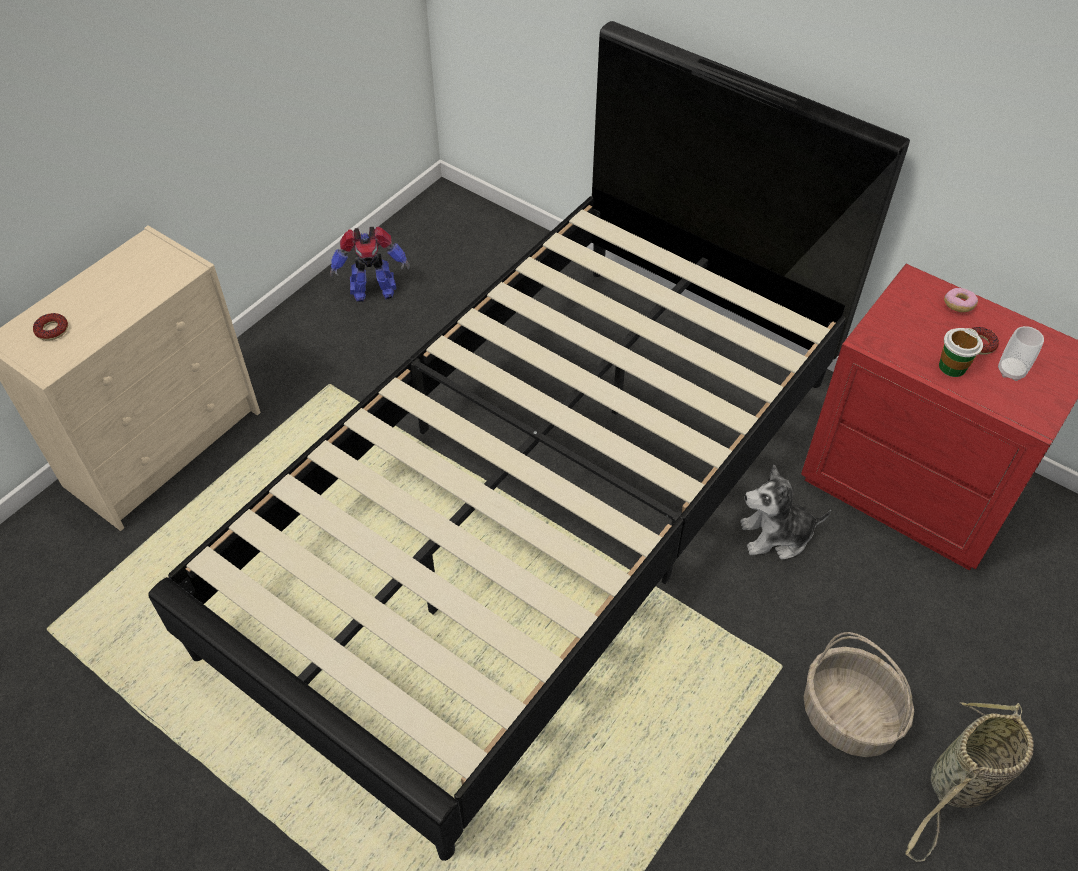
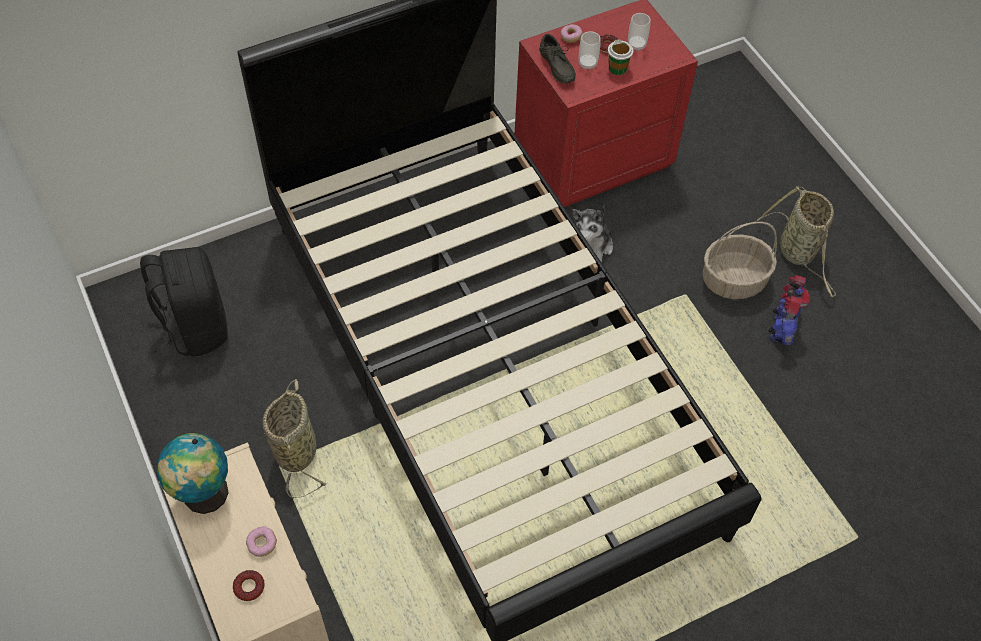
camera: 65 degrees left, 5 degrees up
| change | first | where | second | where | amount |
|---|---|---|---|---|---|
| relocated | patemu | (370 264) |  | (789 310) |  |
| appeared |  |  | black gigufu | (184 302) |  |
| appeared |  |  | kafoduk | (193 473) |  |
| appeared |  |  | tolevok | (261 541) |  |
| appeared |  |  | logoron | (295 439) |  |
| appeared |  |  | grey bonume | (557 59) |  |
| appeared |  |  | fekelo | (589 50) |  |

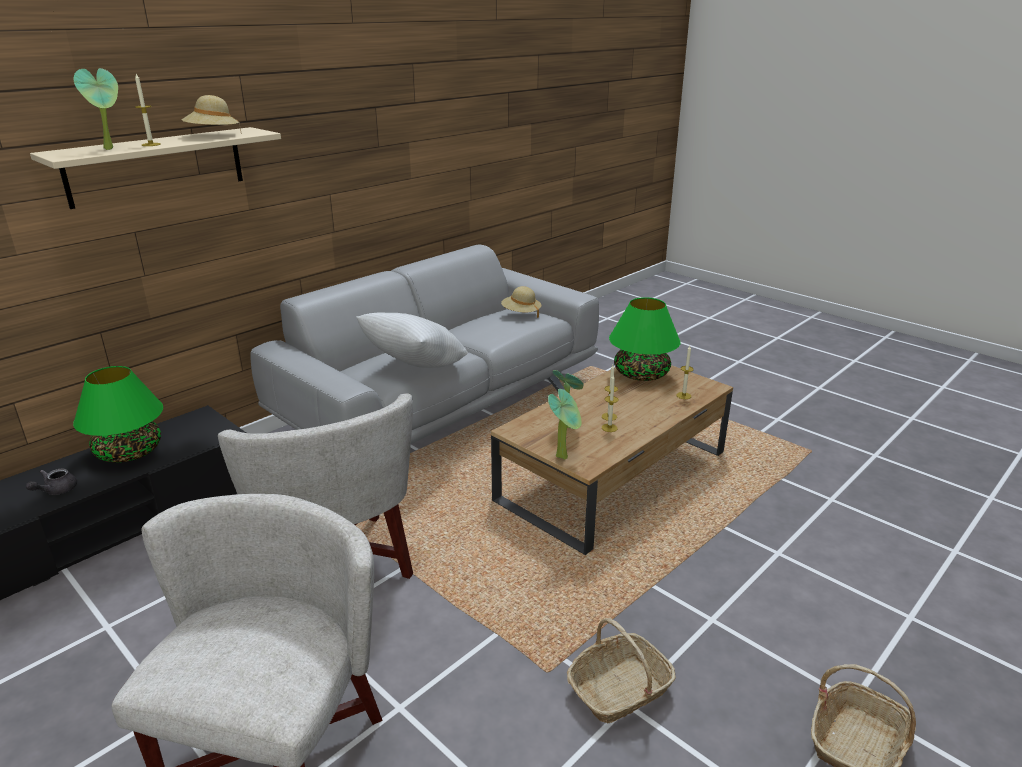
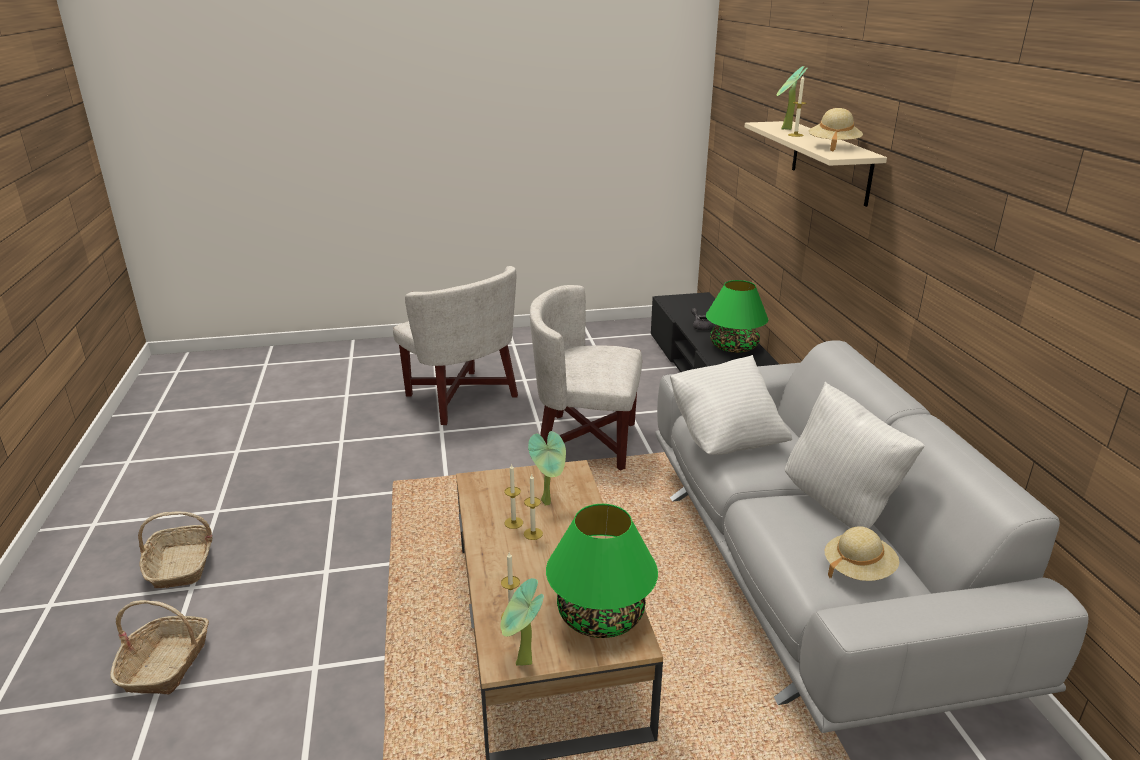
camera: 125 degrees right, 0 degrees up
| change | first | where | second | where | amount |
|---|---|---|---|---|---|
| relocated | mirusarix | (565 424) |  | (522 622) |  |
| relocated | logoron | (621 670) |  | (159 647) |  |
| appeared |  |  | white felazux | (855 455) |  |

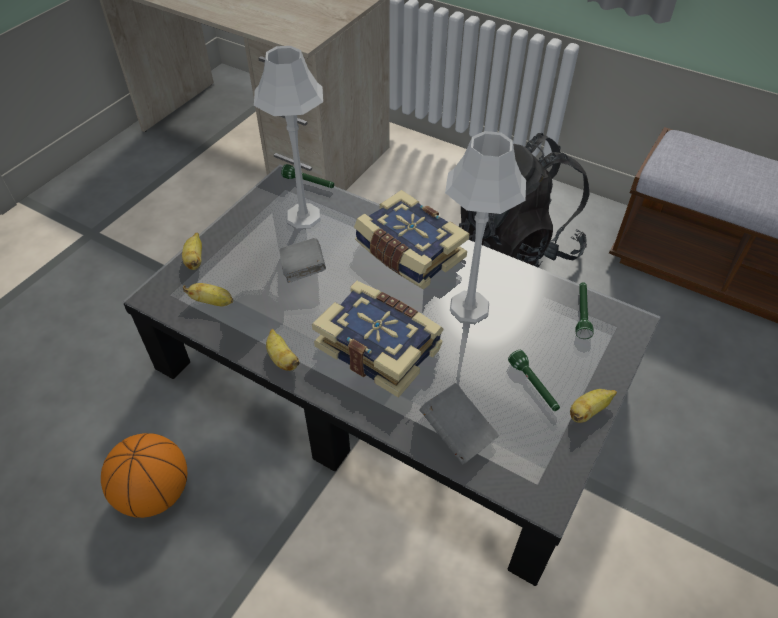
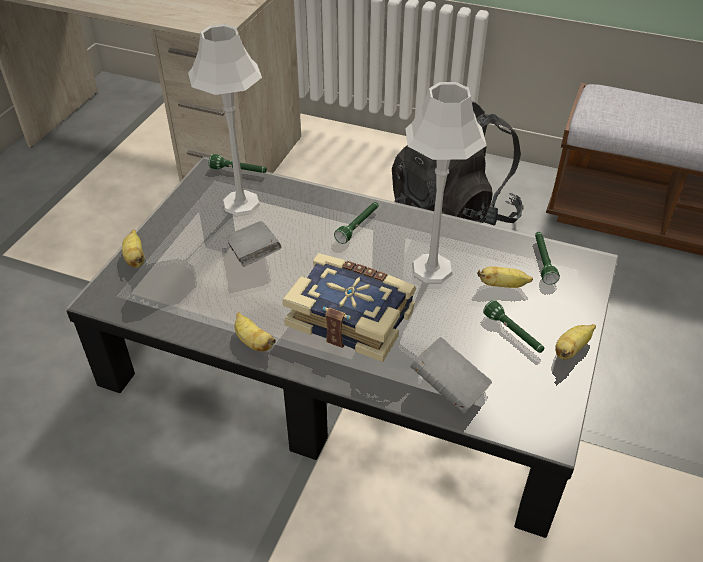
camera: 10 degrees left, 5 degrees down
| change | first | where | second | where | amount |
|---|---|---|---|---|---|
| missing | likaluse | (144 475) |  |  |  |
| relocated | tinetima | (208 294) |  | (505 277) |  |
| exchanged | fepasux | (411 240) | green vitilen | (356 223) |  |

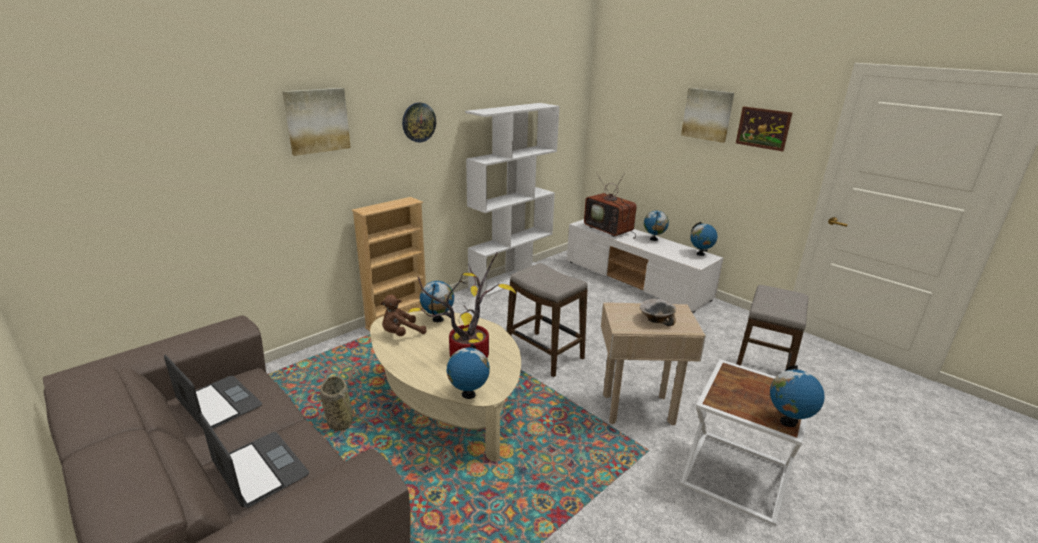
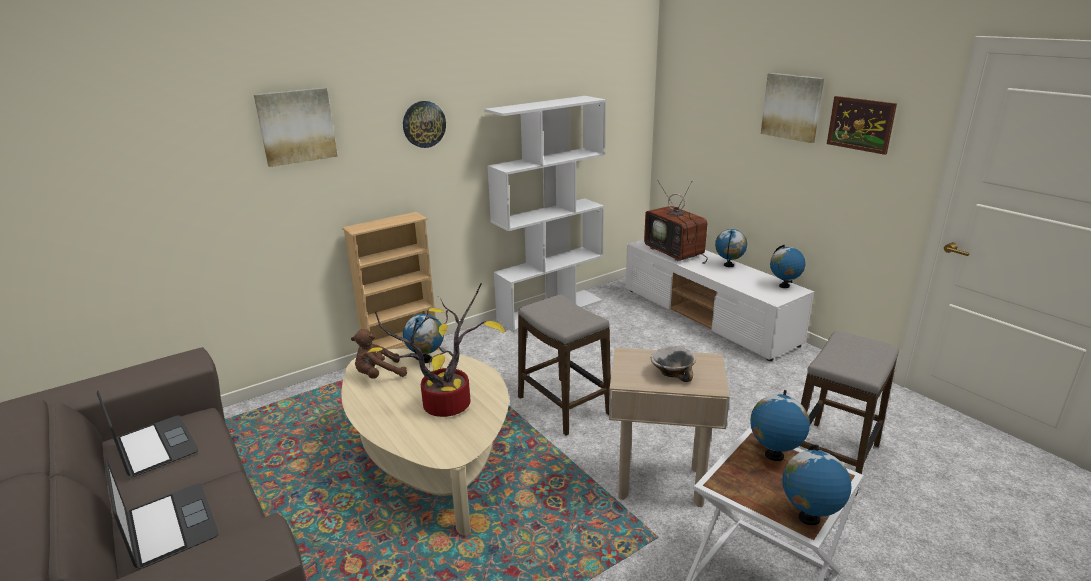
camera: 10 degrees right, 0 degrees up
| change | first | where | second | where | amount |
|---|---|---|---|---|---|
| missing | logoron | (344 408) |  |  |  |
| relocated | kafoduk | (468 371) |  | (780 425) |  |

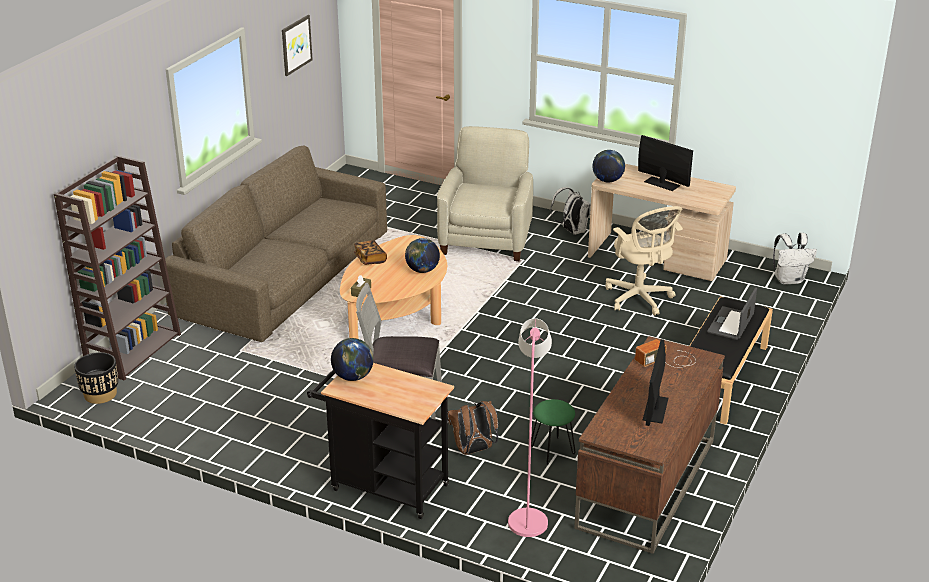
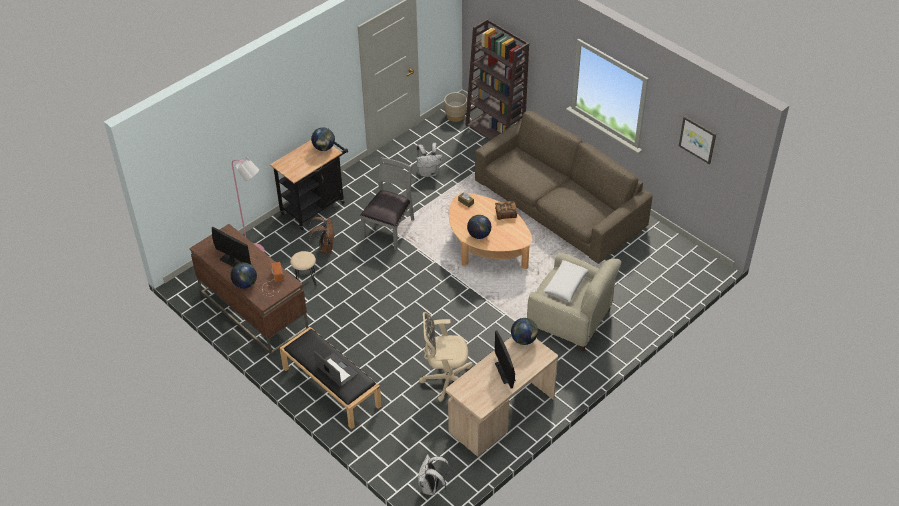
camera: 110 degrees right, 15 degrees up
| change | first | where | second | where | amount |
|---|---|---|---|---|---|
| colour | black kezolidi | (96 378) | beige kezolidi | (455 107) |  |
| colour | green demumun | (553 432) | beige demumun | (303 269) |  |
| relocated | white gigufu | (571 211) |  | (429 160) |  |
| spun | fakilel | (665 163) |  | (505 359) | 105 degrees clockwise |
| appeared |  |  | kafoduk | (244 276) |  |
| appeared |  |  | white felazux | (566 281) |  |

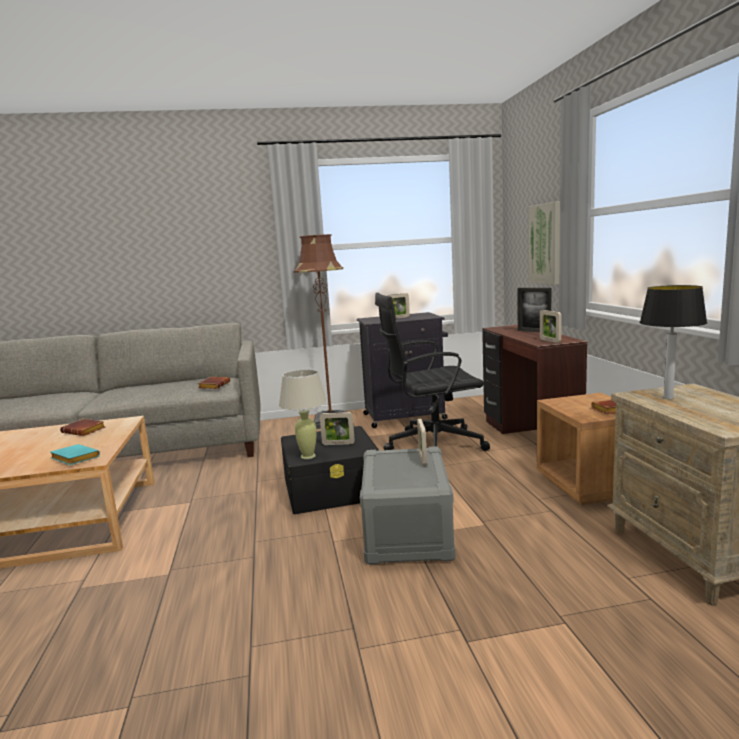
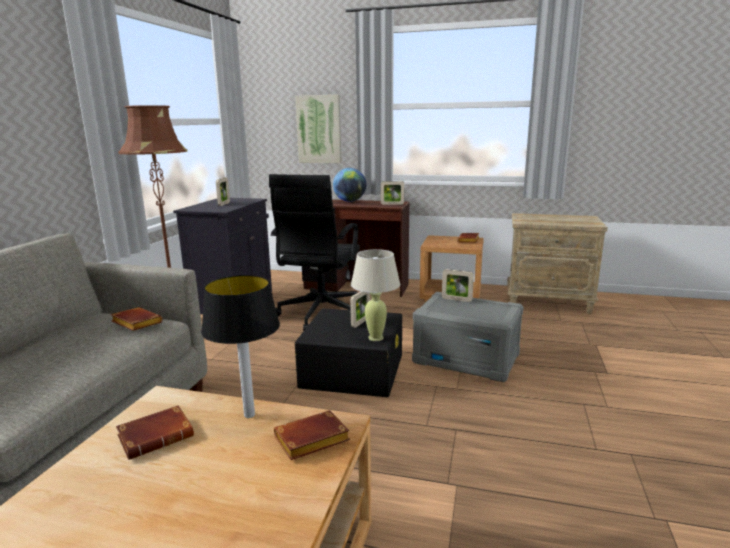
camera: 65 degrees left, 5 degrees up
| change | first | where | second | where | amount |
|---|---|---|---|---|---|
| colour | turquoise fepasux | (75 454) | brown fepasux | (312 435) |  |
| exchanged | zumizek | (534 310) | kafoduk | (349 185) |  |
| relocated | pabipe | (673 342) |  | (240 346) |  |

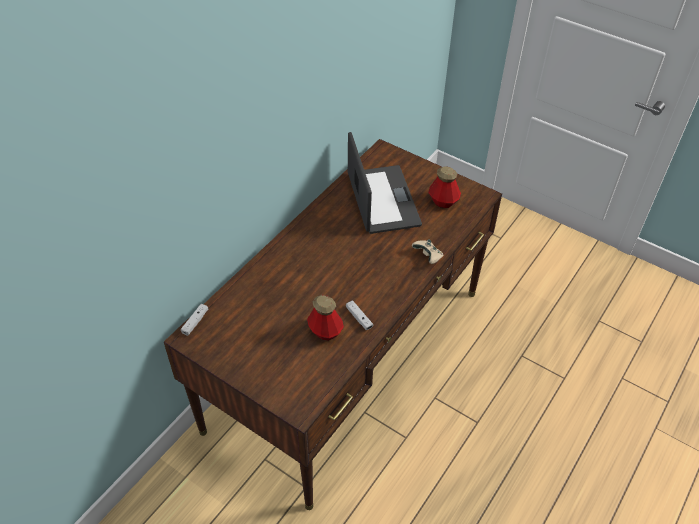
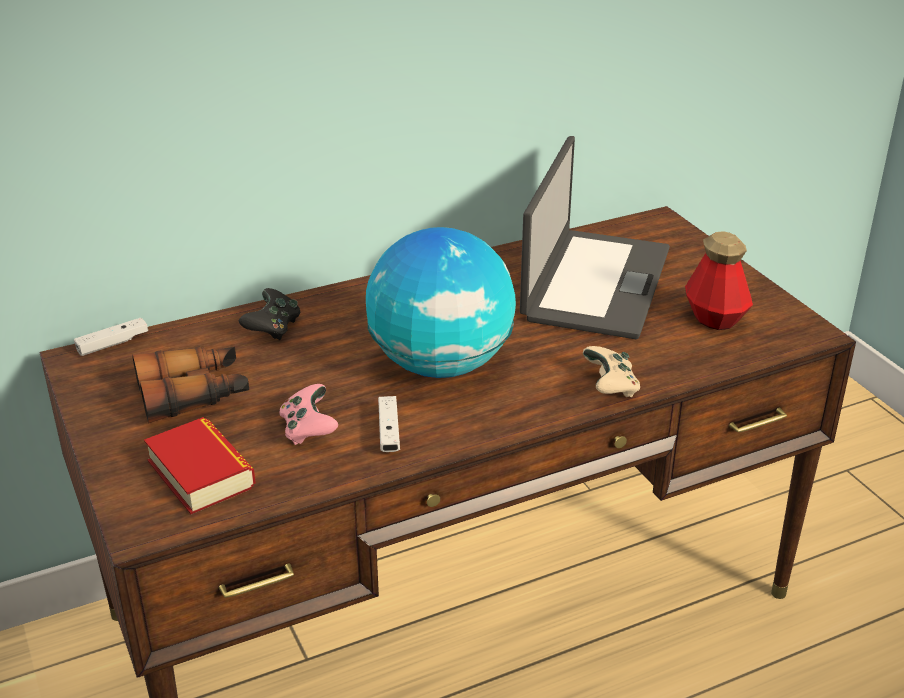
camera: 30 degrees right, 15 degrees down
| change | first | where | second | where | amount |
|---|---|---|---|---|---|
| exchanged | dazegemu | (325 318) | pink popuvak | (308 414) |  |
| appeared |  |  | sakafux | (190 385) |  |
| appeared |  |  | fepasux | (199 465) |  |
| appeared |  |  | black popuvak | (269 314) |  |
| appeared |  |  | kafoduk | (441 302) |  |

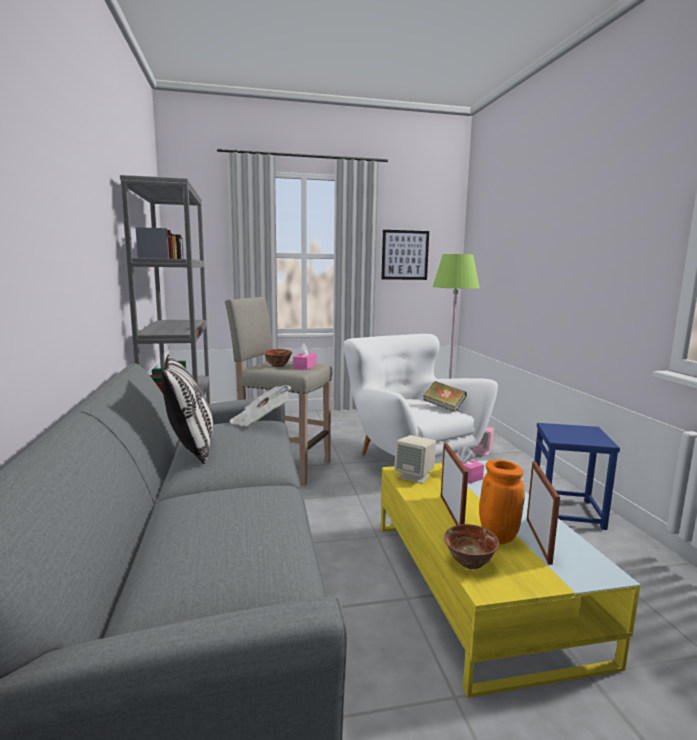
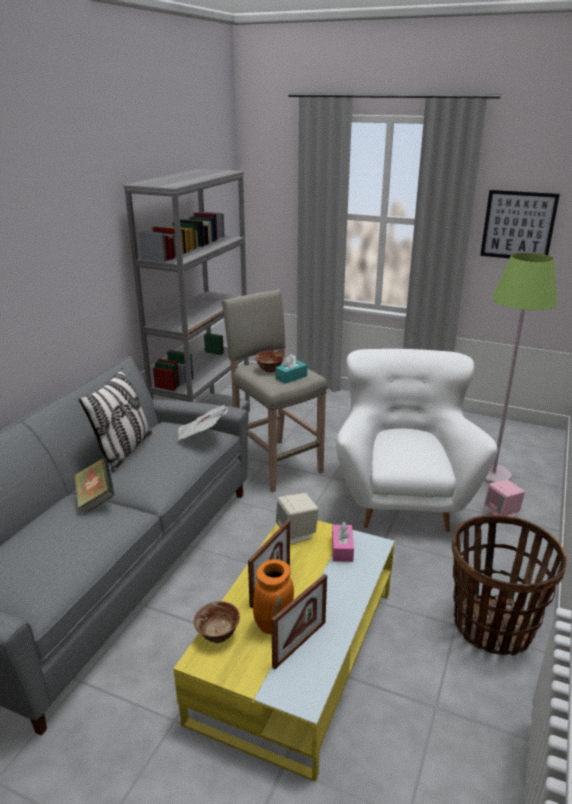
camera: 35 degrees right, 15 degrees up
| change | first | where | second | where | amount |
|---|---|---|---|---|---|
| colour | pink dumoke | (304 357) | turquoise dumoke | (291 369) |  |
| relocated | fepasux | (445 396) |  | (94 486) |  |
| exchanged | blue demumun | (577 476) | logoron | (509 585) |  |

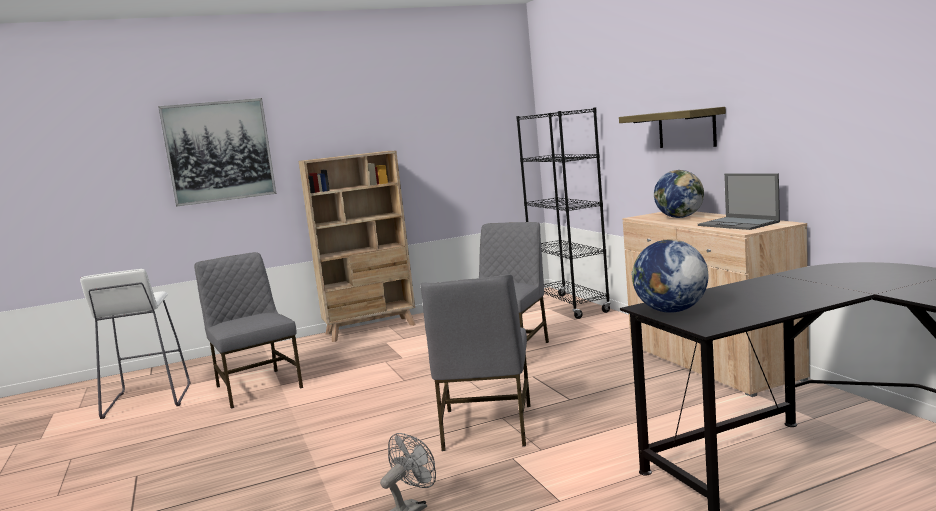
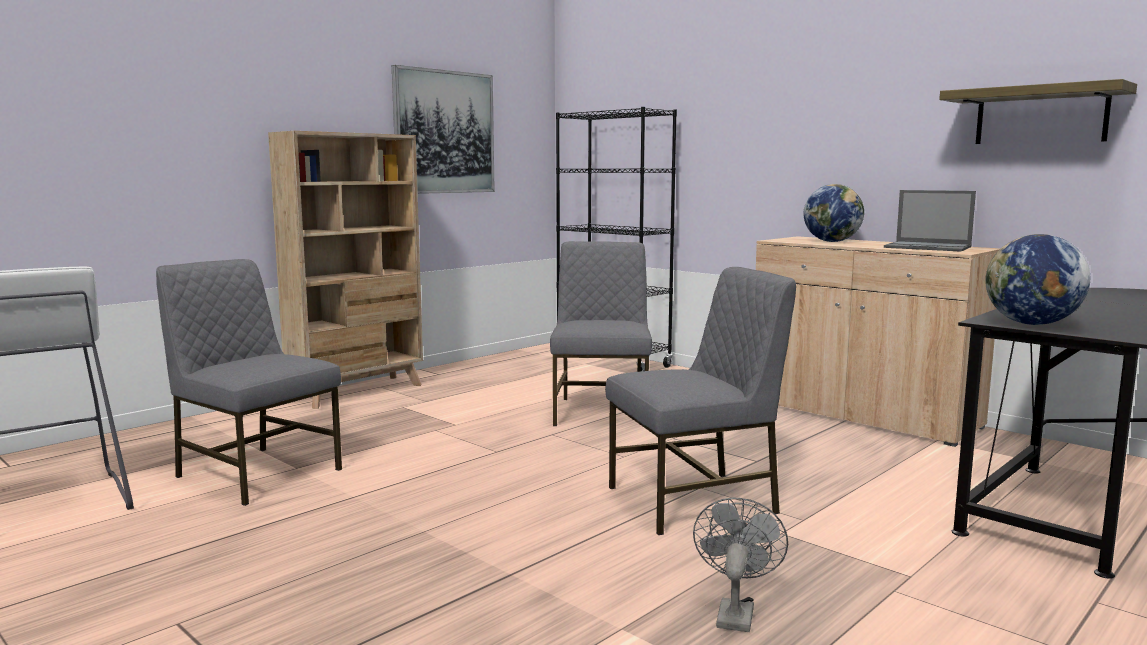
camera: 25 degrees left, 0 degrees up
| change | first | where | second | where | amount |
|---|---|---|---|---|---|
| relocated | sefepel | (217 152) |  | (443 129) |  |
| spun | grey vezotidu | (475 362) |  | (700 401) | 90 degrees counterclockwise |
| relocated | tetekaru | (672 127) |  | (1038 111) |  |

